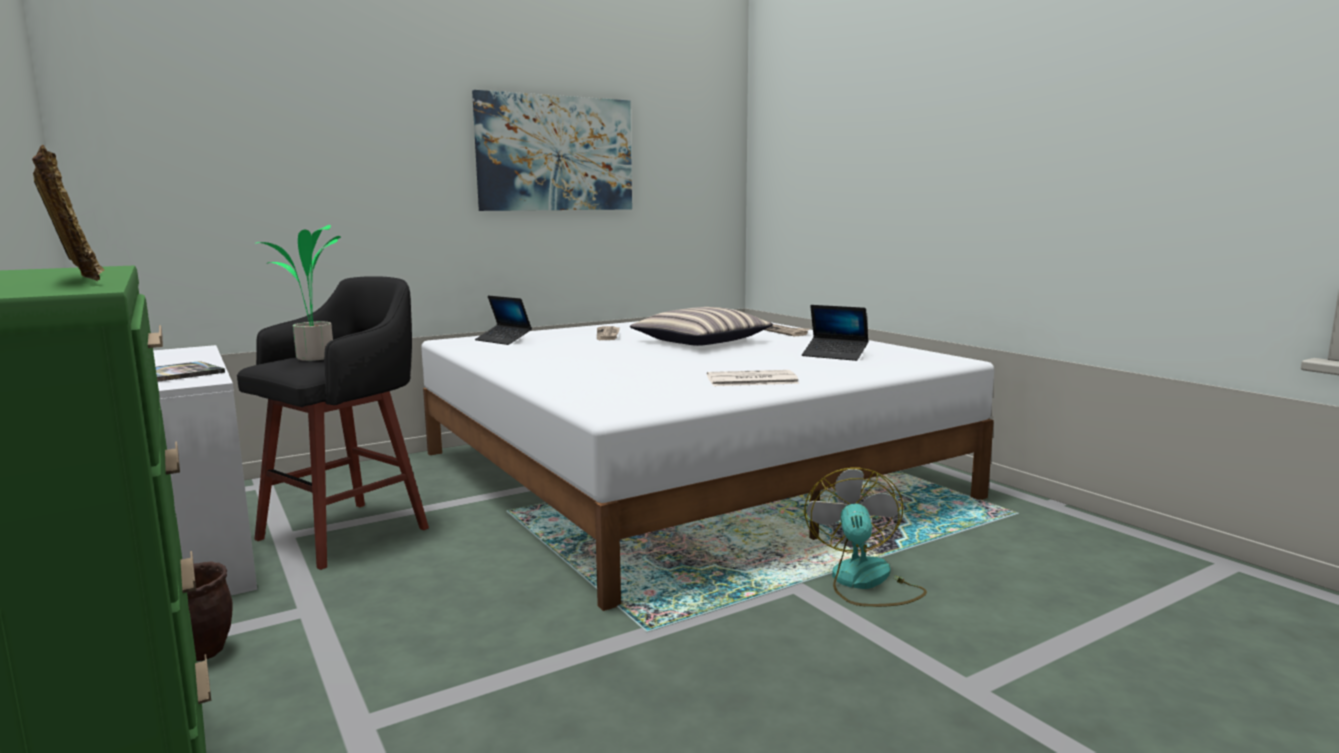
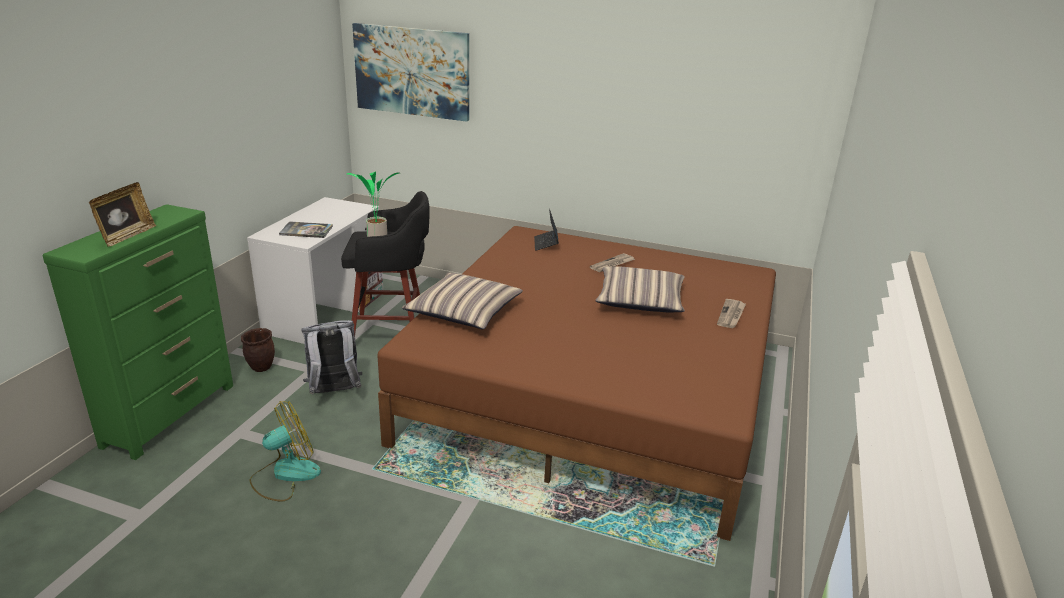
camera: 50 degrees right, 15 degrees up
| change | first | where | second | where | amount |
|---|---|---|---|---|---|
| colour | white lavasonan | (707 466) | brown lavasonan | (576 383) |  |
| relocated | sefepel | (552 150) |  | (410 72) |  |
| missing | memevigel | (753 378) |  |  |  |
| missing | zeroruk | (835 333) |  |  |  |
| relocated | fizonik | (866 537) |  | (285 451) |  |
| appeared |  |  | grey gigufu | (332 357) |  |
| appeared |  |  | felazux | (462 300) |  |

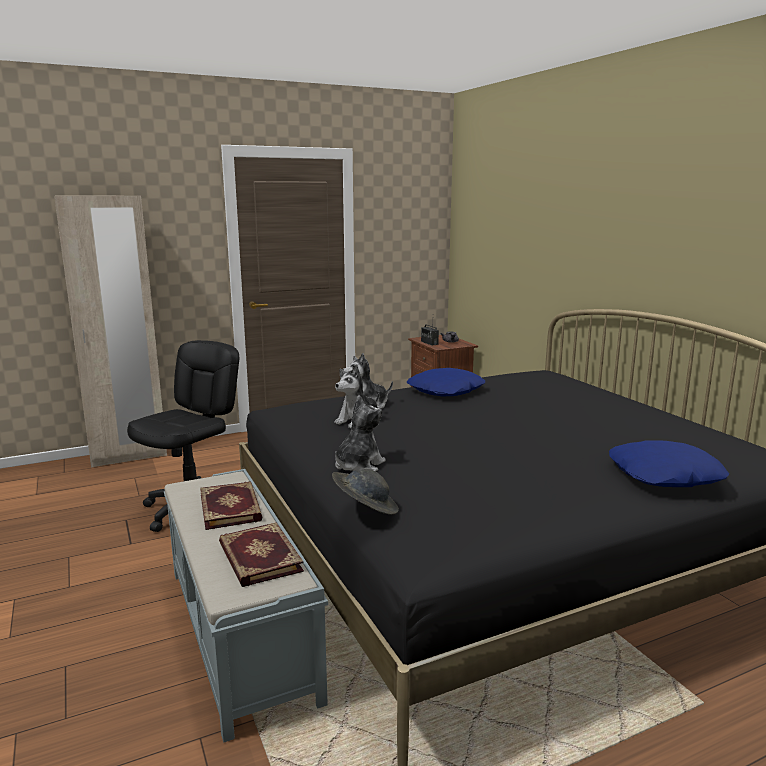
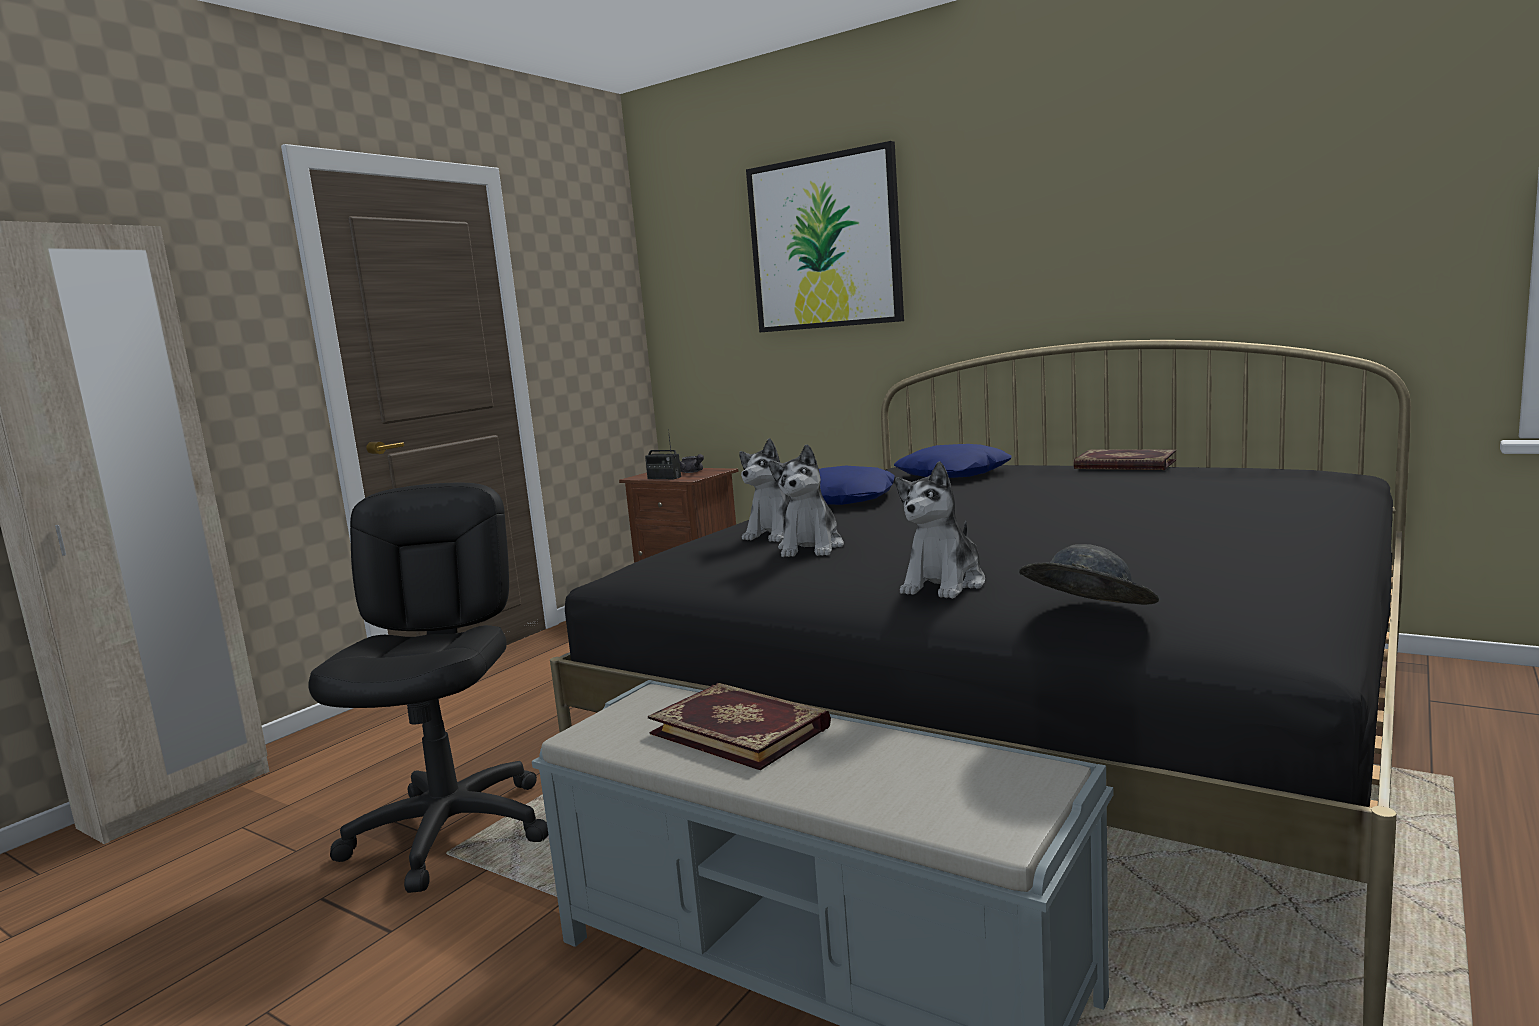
camera: 30 degrees left, 5 degrees down
| change | first | where | second | where | amount |
|---|---|---|---|---|---|
| relocated | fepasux | (261 554) |  | (1125 459) |  |
| spun | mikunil | (360 433) |  | (940 530) | 150 degrees counterclockwise |
| relocated | blue felazux | (669 463) |  | (952 461) |  |
| appeared |  |  | sefepel | (825 236) |  |

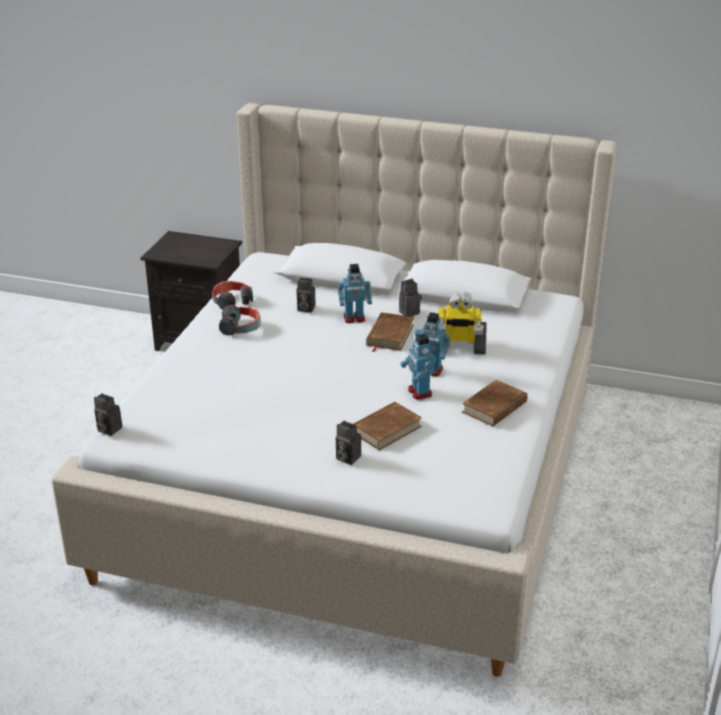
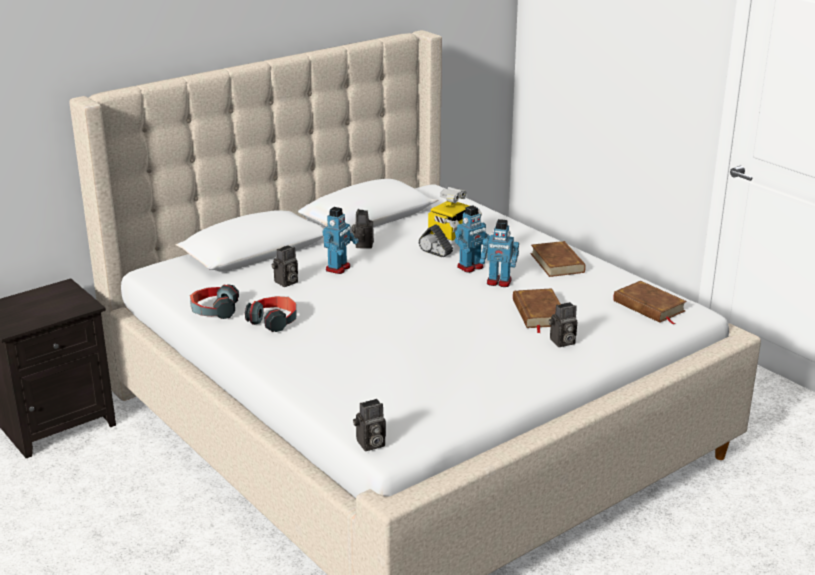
camera: 55 degrees left, 5 degrees down
| change | first | where | second | where | amount |
|---|---|---|---|---|---|
| relocated | brown fepasux | (390 332) |  | (650 303) |  |

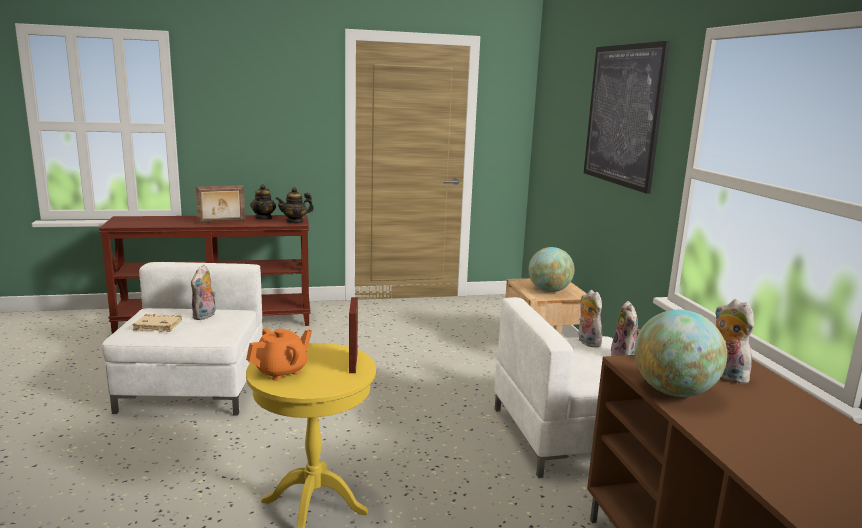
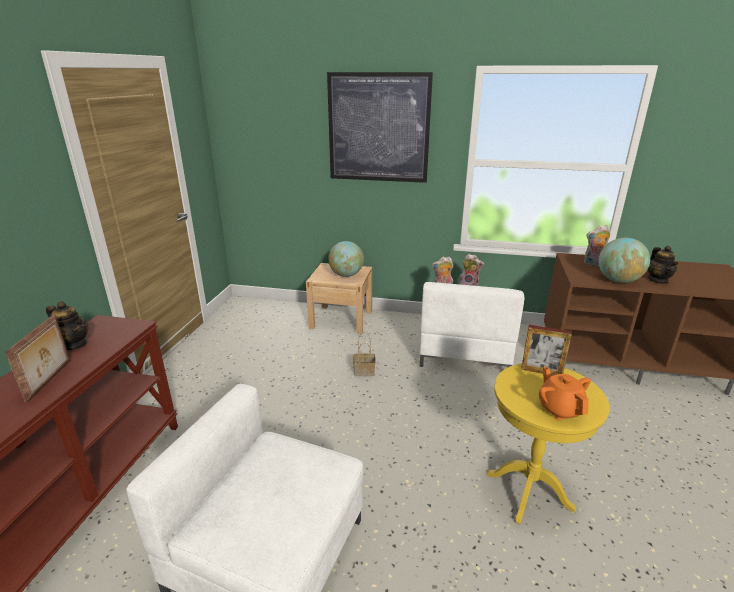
camera: 65 degrees left, 10 degrees up
| change | first | where | second | where | amount |
|---|---|---|---|---|---|
| missing | beige fepasux | (157 323) |  |  |  |
| missing | mikunil | (203 292) |  |  |  |
| relocated | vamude | (295 205) |  | (663 265) |  |
| appeared |  |  | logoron | (364 354) |  |

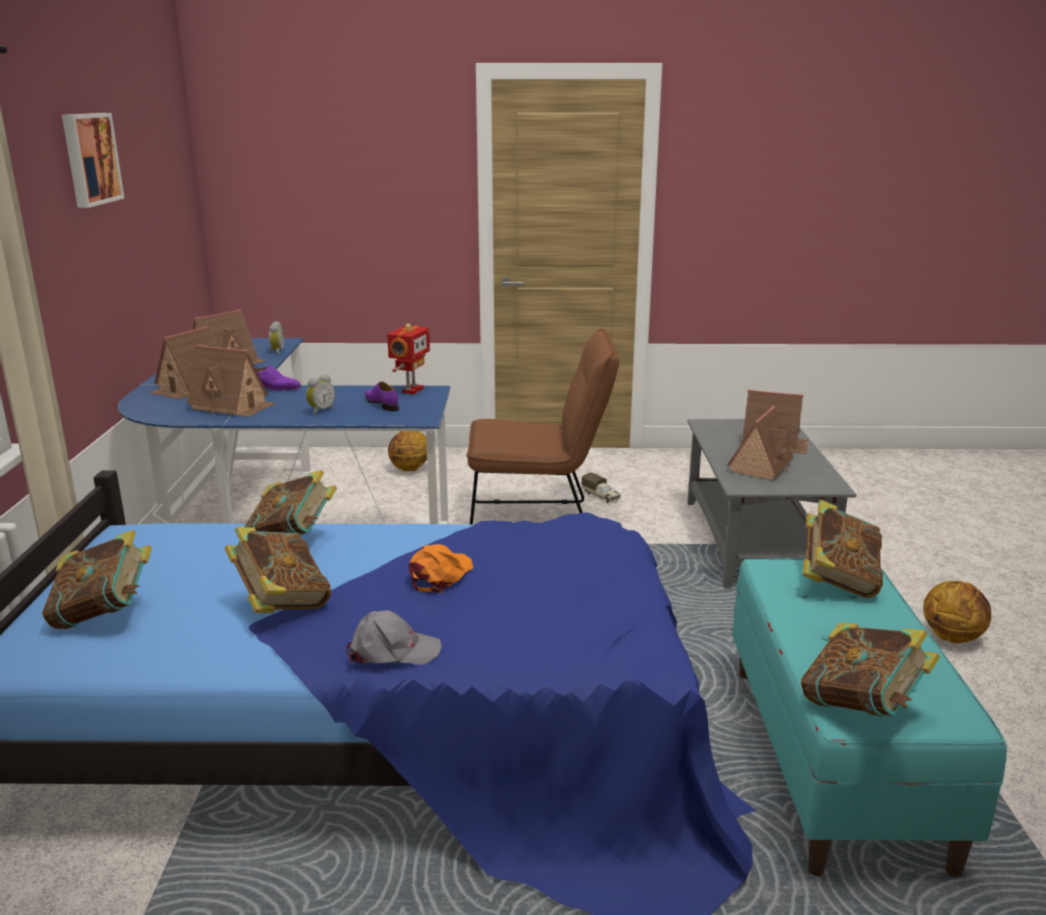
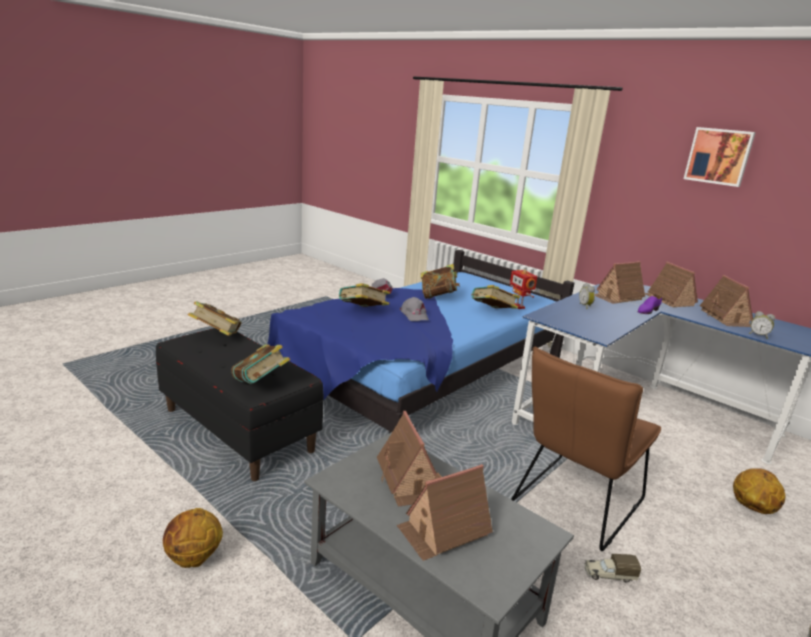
camera: 130 degrees right, 0 degrees up
| change | first | where | second | where | amount |
|---|---|---|---|---|---|
| relocated | fepasux | (97 579) |  | (364 295) |  |
| missing | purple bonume | (382 396) |  |  |  |
| relocated | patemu | (408 359) |  | (523 289) |  |
| colour | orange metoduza | (440 568) | grey metoduza | (414 309) |  |
| colour | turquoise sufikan | (869 717) | black sufikan | (240 404) |  |

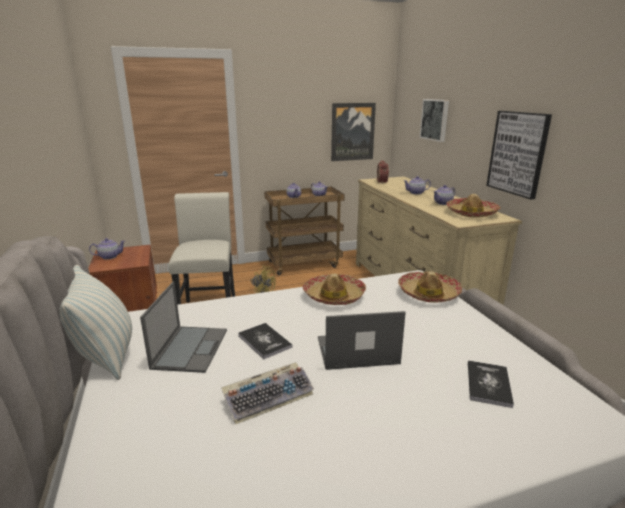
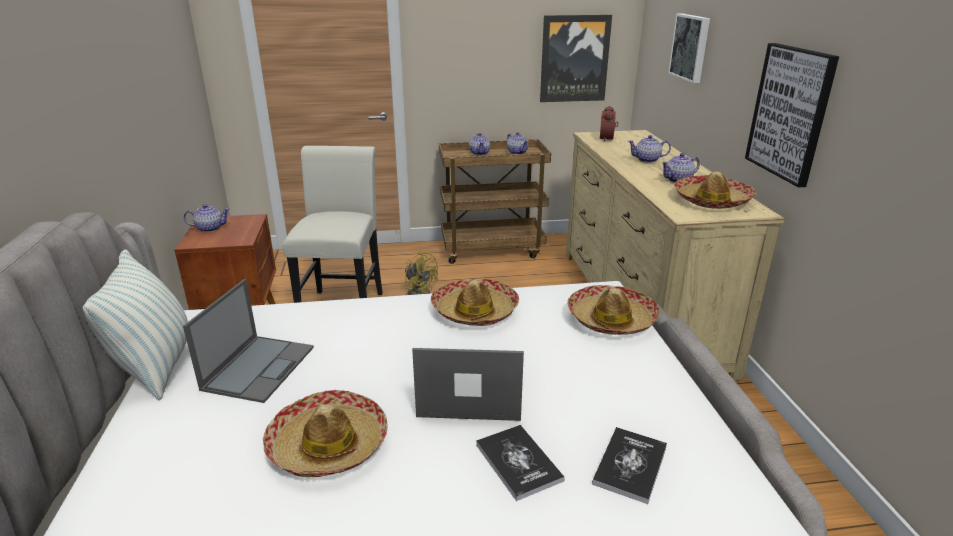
camera: 10 degrees right, 5 degrees up
| change | first | where | second | where | amount |
|---|---|---|---|---|---|
| exchanged | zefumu | (267 393) | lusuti | (325 433) |  |
| relocated | fepasux | (265 341) |  | (520 463) |  |

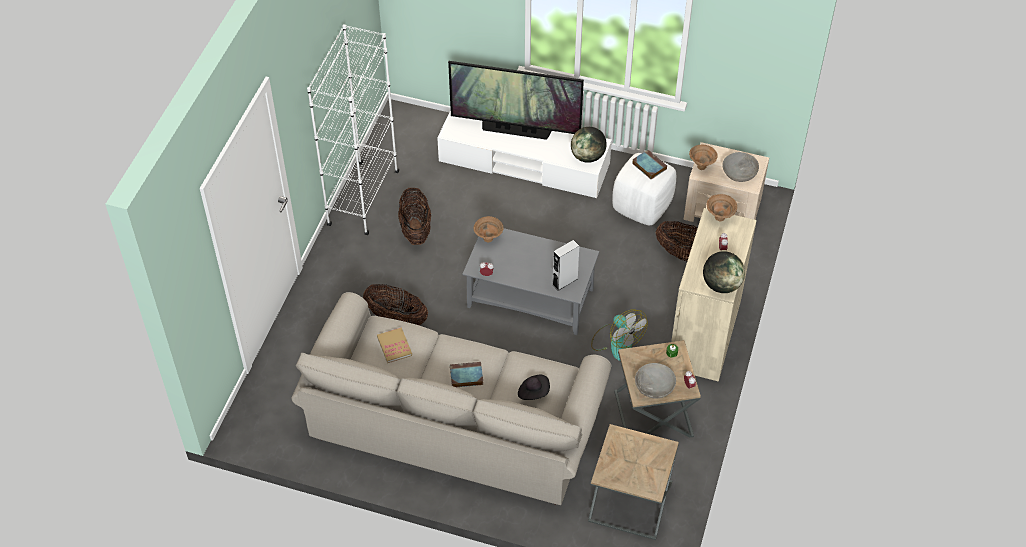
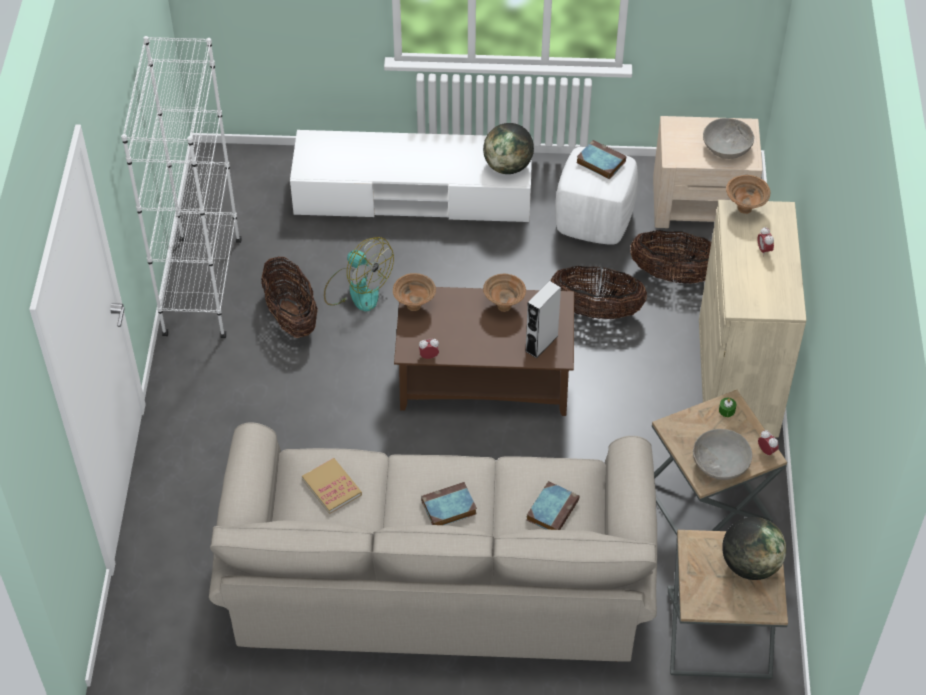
camera: 15 degrees left, 0 degrees up
| change | first | where | second | where | amount |
|---|---|---|---|---|---|
| relocated | logoron | (395 305) |  | (598 292) |  |
| missing | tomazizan | (516 100) |  |  |  |
| colour | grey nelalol | (530 281) | brown nelalol | (484 351) |  |
| exchanged | black lusuti | (534 387) | fepasux | (553 505) |  |
| relocated | fizonik | (619 335) |  | (359 274) |  |
| relocated | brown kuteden | (703 157) |  | (504 293) |  |
| relocated | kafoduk | (724 272) |  | (754 548) |  |

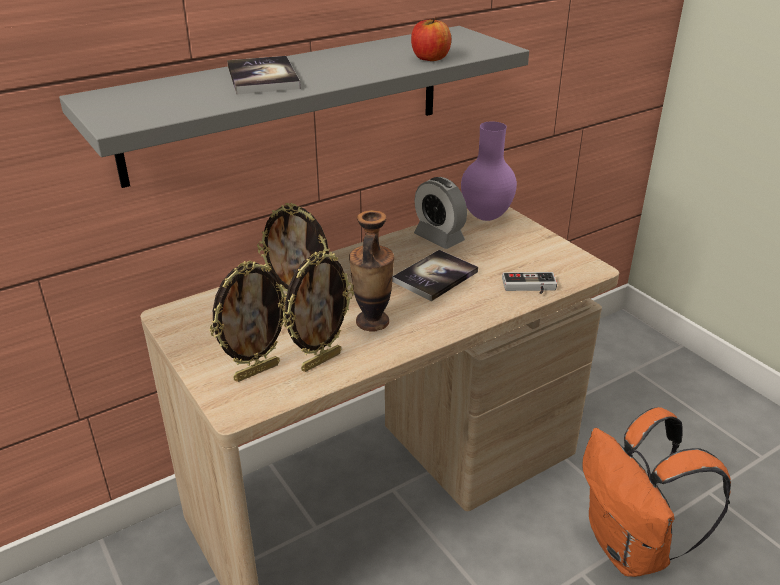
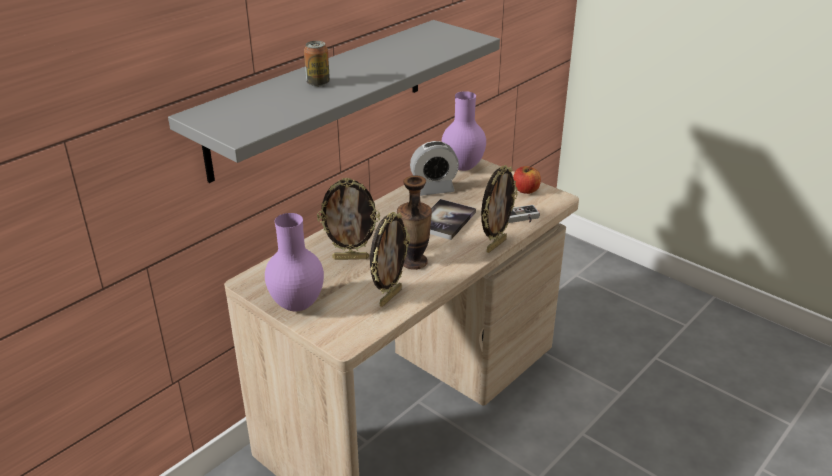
camera: 15 degrees left, 0 degrees up
| change | first | where | second | where | amount |
|---|---|---|---|---|---|
| relocated | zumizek | (248 321) |  | (499 209) |  |
| exchanged | fepasux | (264 75) | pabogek | (317 64) |  |
| relocated | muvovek | (431 39) |  | (527 180) |  |
| spun | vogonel | (440 213) |  | (434 168) | 45 degrees counterclockwise |
| missing | orange gigufu | (656 492) |  |  |  |
| appeared |  |  | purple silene | (294 262) |  |

